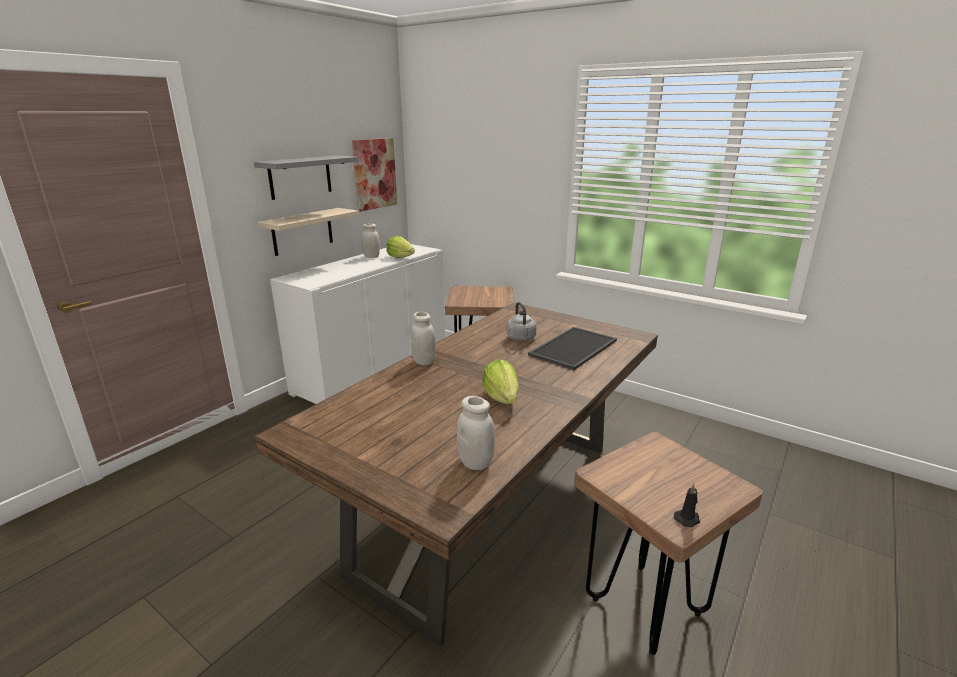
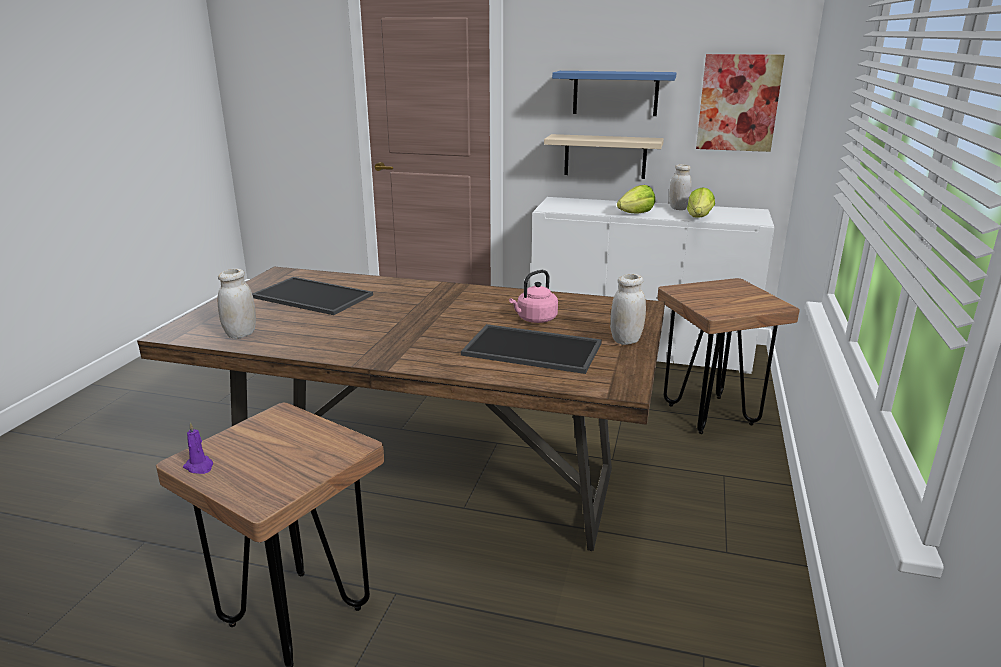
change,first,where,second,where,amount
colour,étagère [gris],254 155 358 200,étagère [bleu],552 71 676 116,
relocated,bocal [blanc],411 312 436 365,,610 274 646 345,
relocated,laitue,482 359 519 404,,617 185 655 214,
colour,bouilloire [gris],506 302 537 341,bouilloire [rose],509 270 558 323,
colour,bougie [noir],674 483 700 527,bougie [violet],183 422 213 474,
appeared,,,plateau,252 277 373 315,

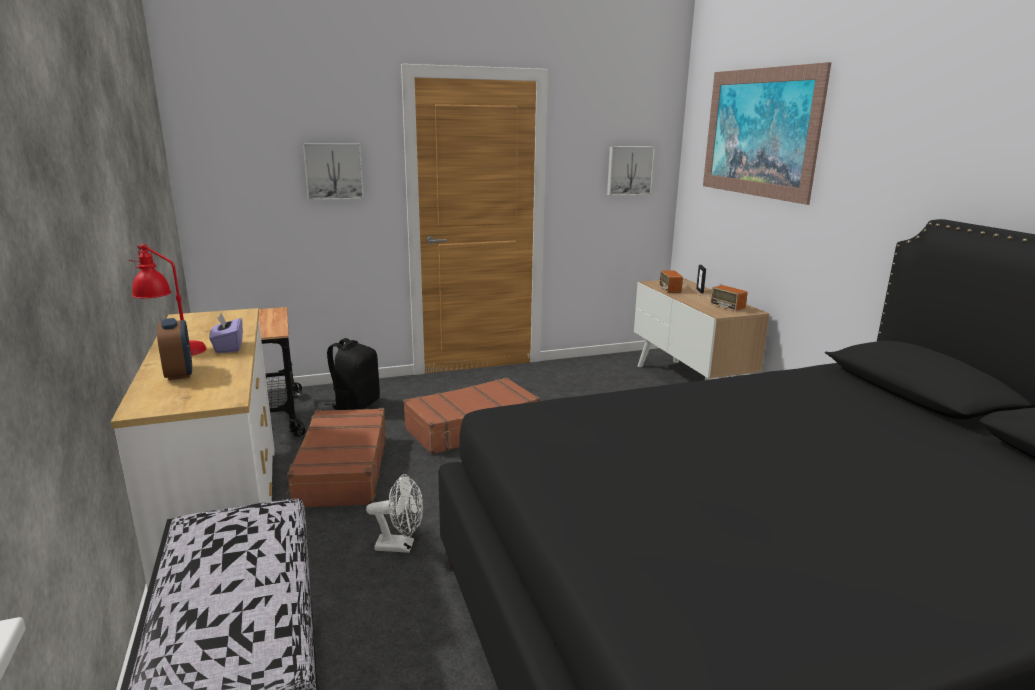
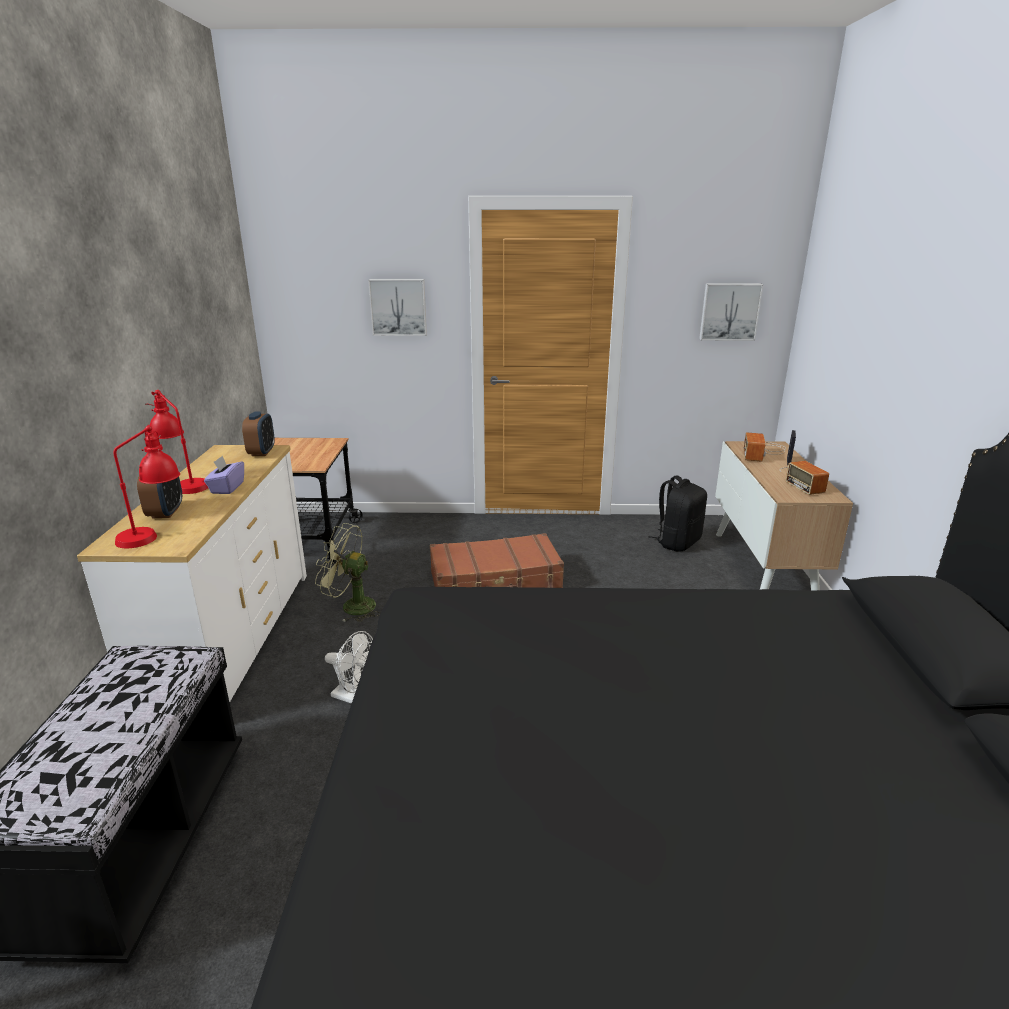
change,first,where,second,where,amount
exchanged,valise [marron],286 408 386 507,ventilateur [vert],315 523 380 622,
relocated,sac à dos [noir],325 338 380 410,,648 475 707 552,
missing,tableau,703 62 831 205,,,
appeared,,,lampe de table [rouge],113 425 180 548,
appeared,,,réveil,242 412 275 456,

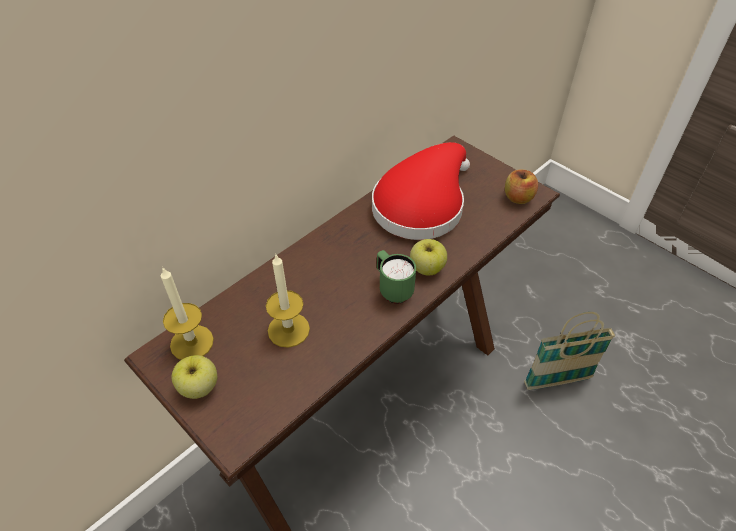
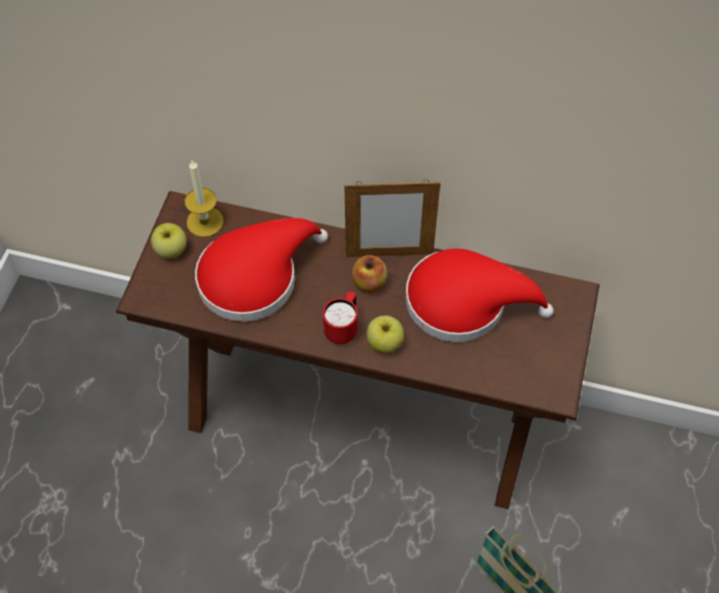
change,first,where,second,where,amount
exchanged,bougie,266 253 310 348,chapeau [rouge],195 218 328 322,
colour,mug [vert],377 250 416 304,mug [rouge],323 291 358 344,
relocated,pomme,505 169 538 204,,352 255 387 293,
appeared,,,cadre photo,344 179 441 257,

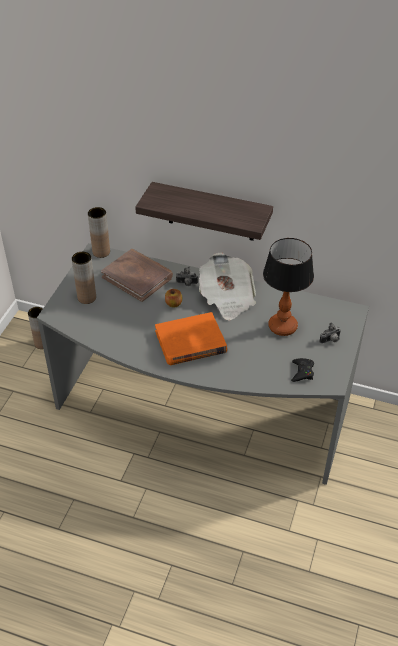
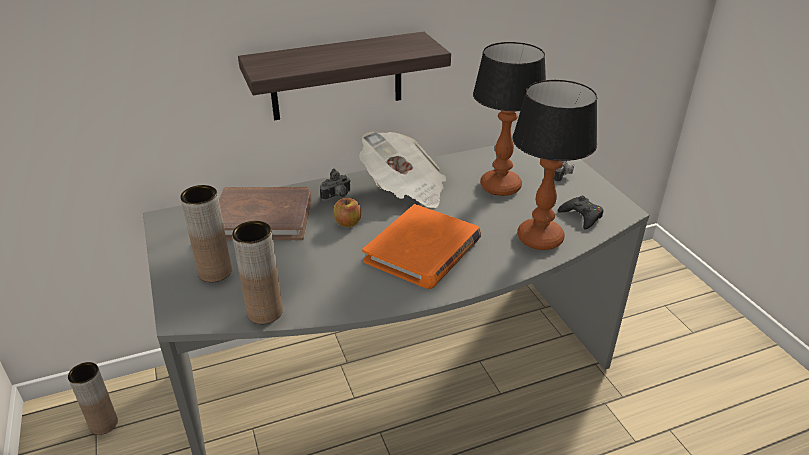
change,first,where,second,where,amount
relocated,vase [marron],88 207 110 258,,232 221 283 324,
appeared,,,lampe de table,513 80 597 250,

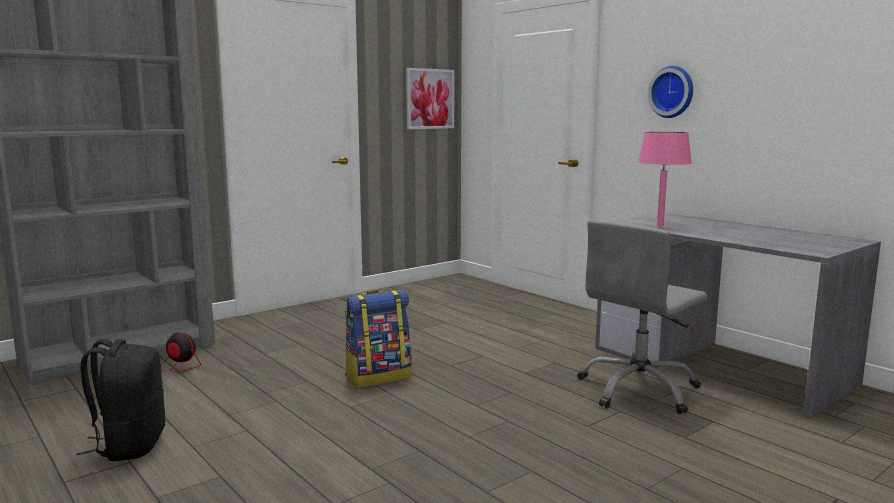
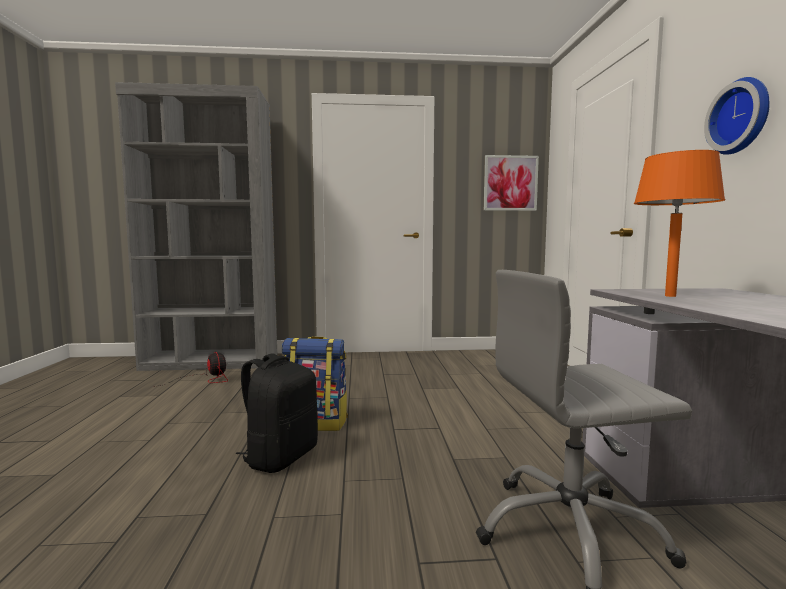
change,first,where,second,where,amount
relocated,sac à dos [noir],76 339 165 461,,236 353 318 473,
colour,lampe de table [rose],638 132 692 226,lampe de table [orange],634 150 725 297,

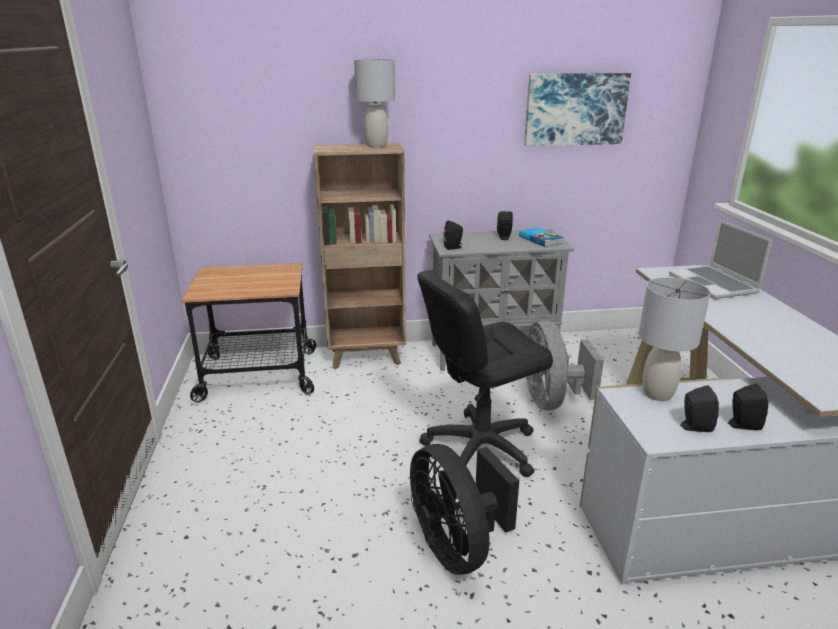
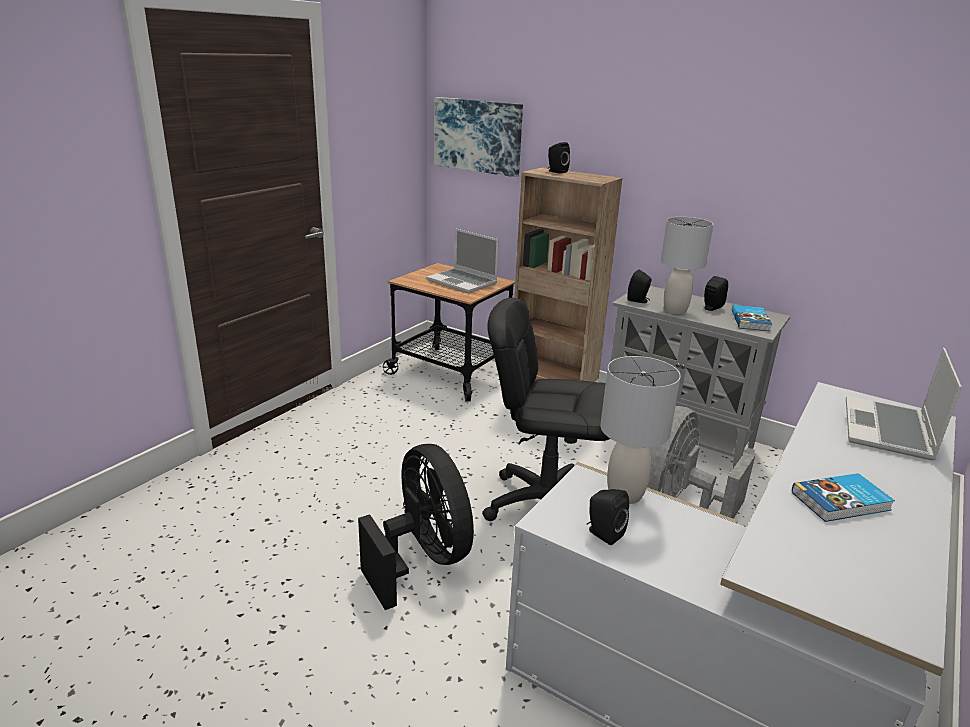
change,first,where,second,where,amount
relocated,lampe de table [gris],354 59 395 147,,661 217 713 314,
spun,ventilateur [noir],410 444 519 575,,358 444 474 610,135 degrees clockwise
relocated,tableau,524 73 631 146,,434 97 523 177,
relocated,enceinte [noir],728 384 768 430,,548 142 570 174,
appeared,,,ordinateur portable,427 228 499 293,
appeared,,,livre,792 473 895 522,

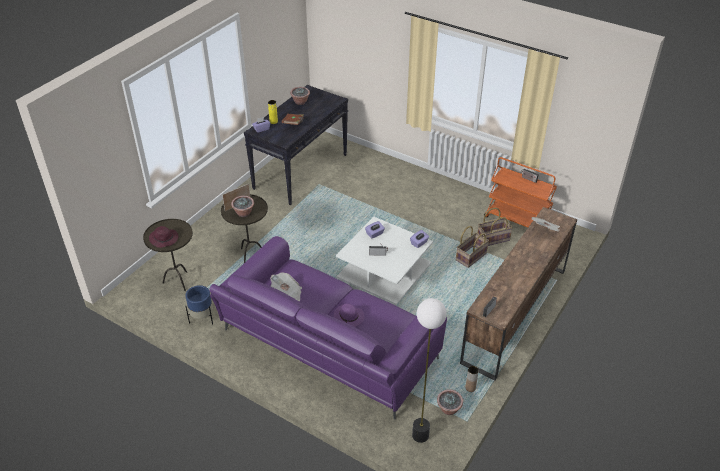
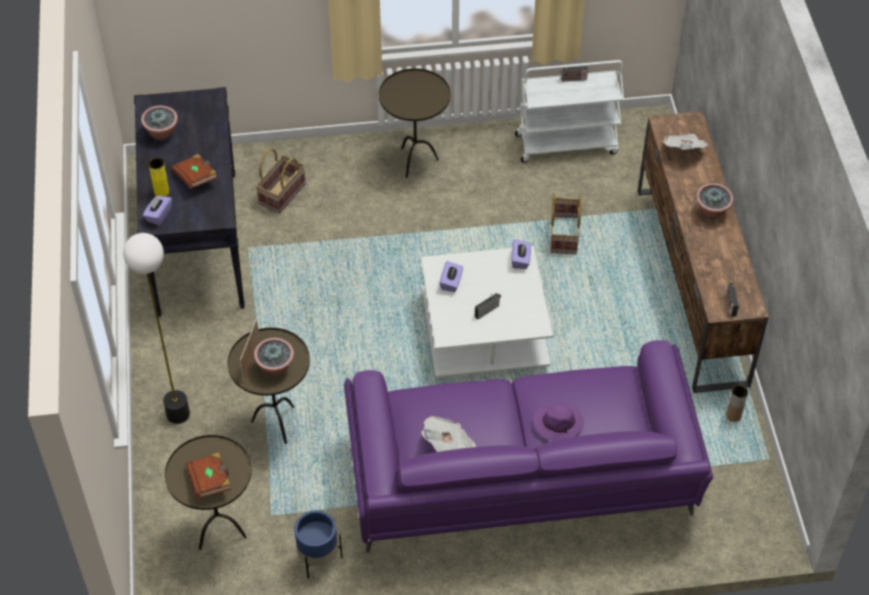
change,first,where,second,where,amount
exchanged,chapeau [violet],149 226 178 248,livre [marron],186 452 231 499,
relocated,lampadaire,412 298 447 443,,123 233 190 424,
relocated,plante en pot,437 389 463 415,,696 183 734 219,
relocated,panier,478 208 513 246,,255 148 306 214,
colour,chariot [orange],484 157 557 227,chariot [blanc],515 60 624 163,
appeared,,,table d'appoint [marron],379 68 451 178,

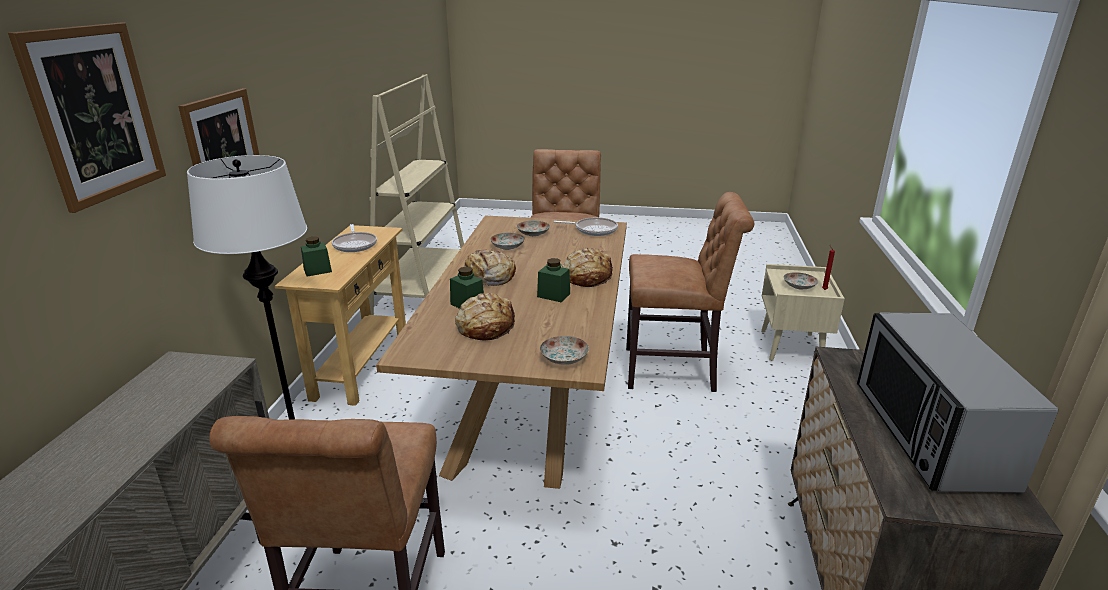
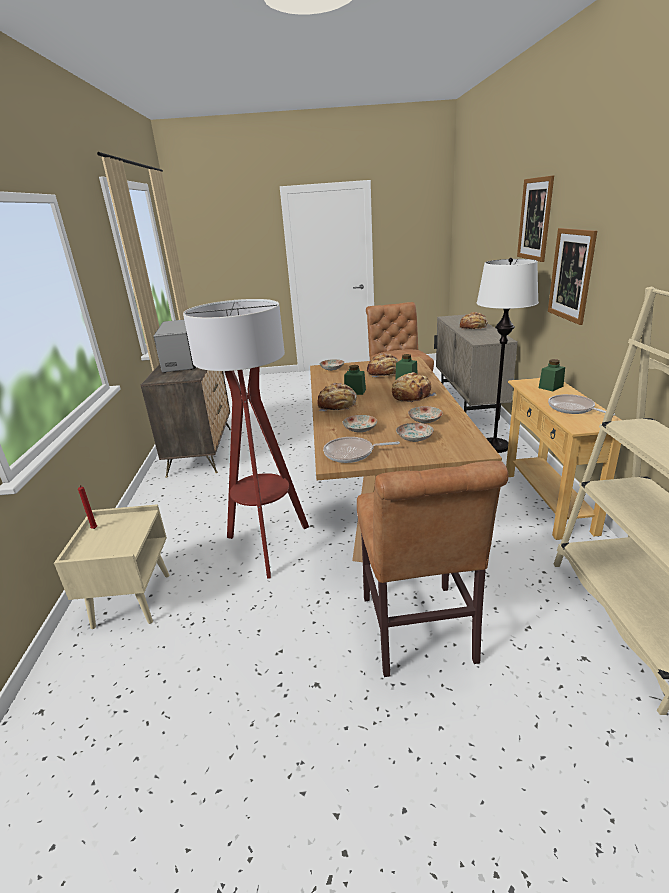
change,first,where,second,where,amount
exchanged,chaise [marron],626 192 754 392,lampadaire,183 299 309 579,
relocated,assiette,784 272 818 290,,342 415 377 433,
appeared,,,pain,460 312 488 329,

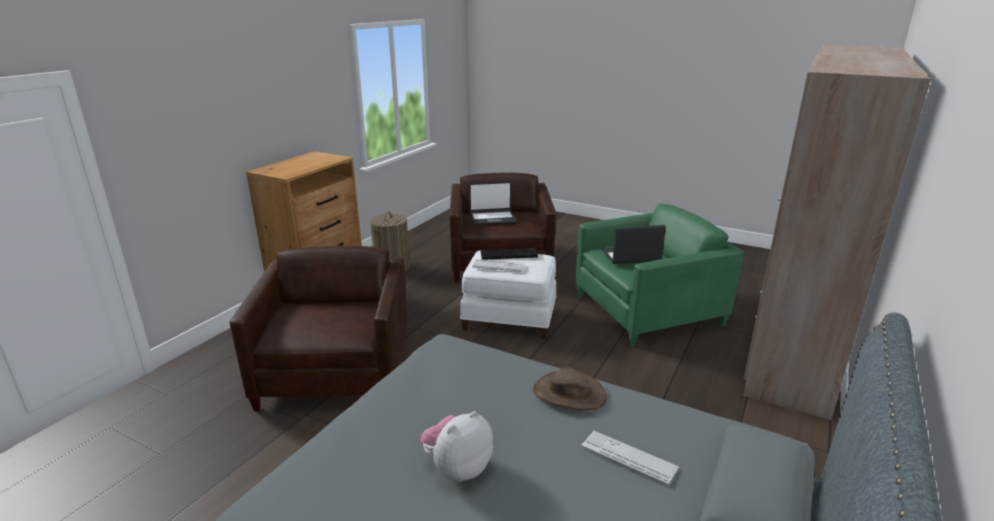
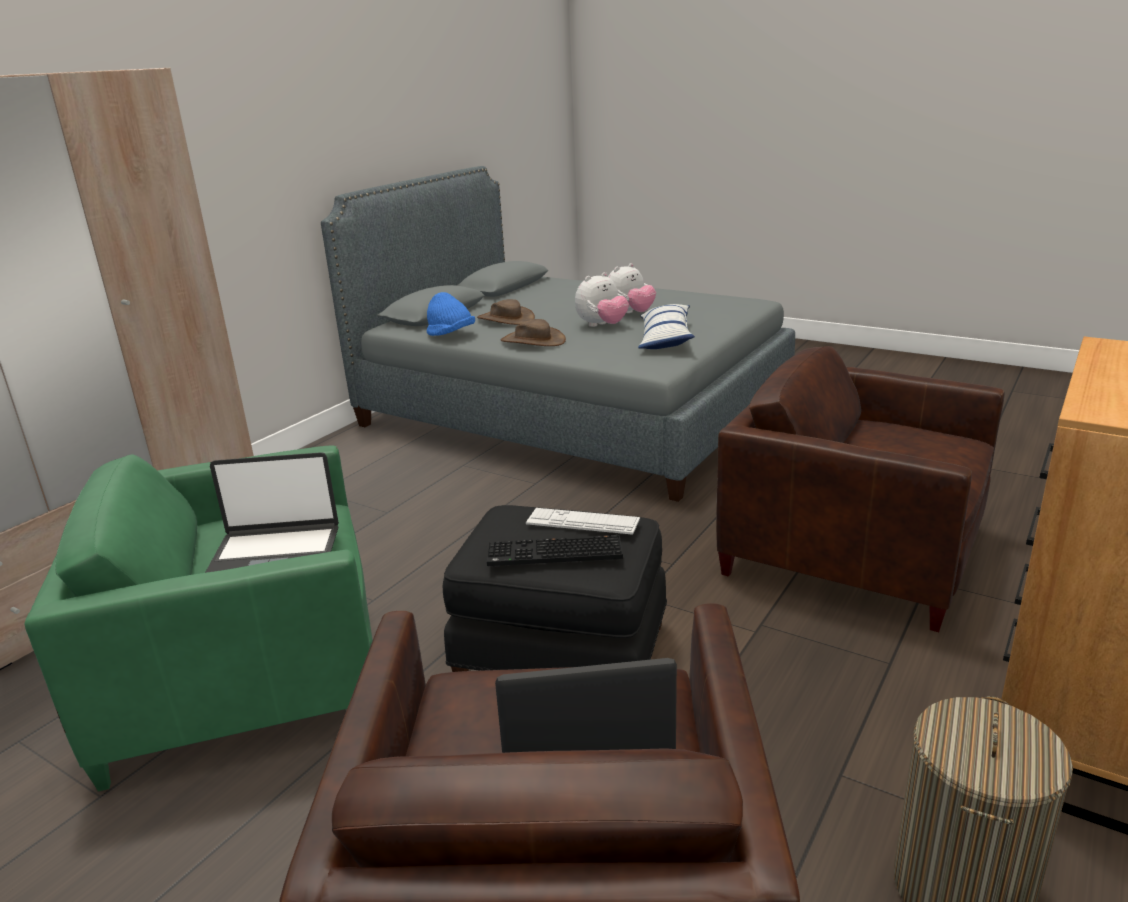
change,first,where,second,where,amount
spun,fauteuil [marron],230 246 407 411,,716 346 1005 632,120 degrees clockwise
colour,pouf [blanc],460 250 556 339,pouf [noir],443 505 667 672,
exchanged,clavier,581 431 679 485,chapeau [marron],477 299 535 325,
appeared,,,chapeau [bleu],427 292 475 336,
appeared,,,peluche,575 272 629 327,
appeared,,,coussin,638 304 695 349,

